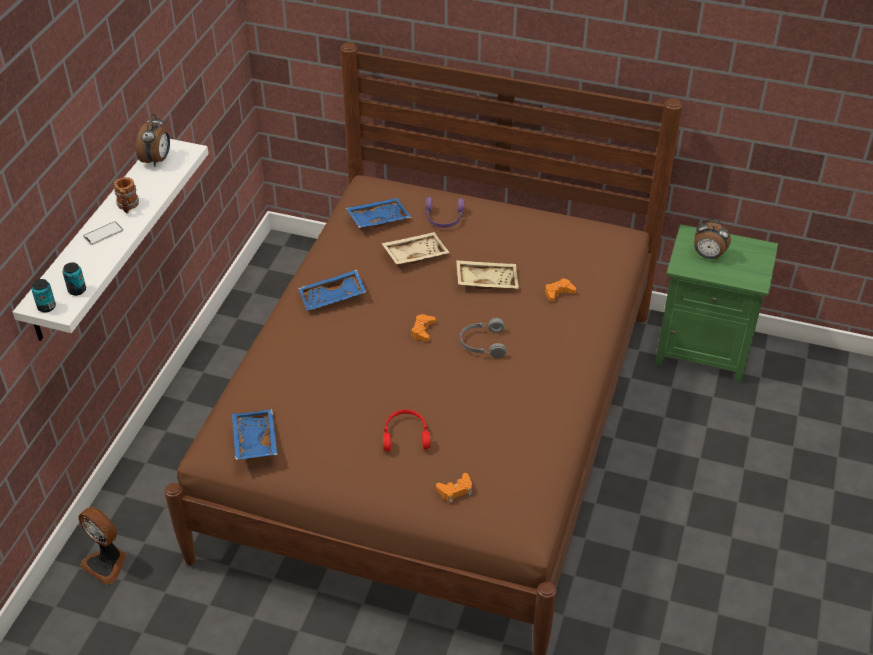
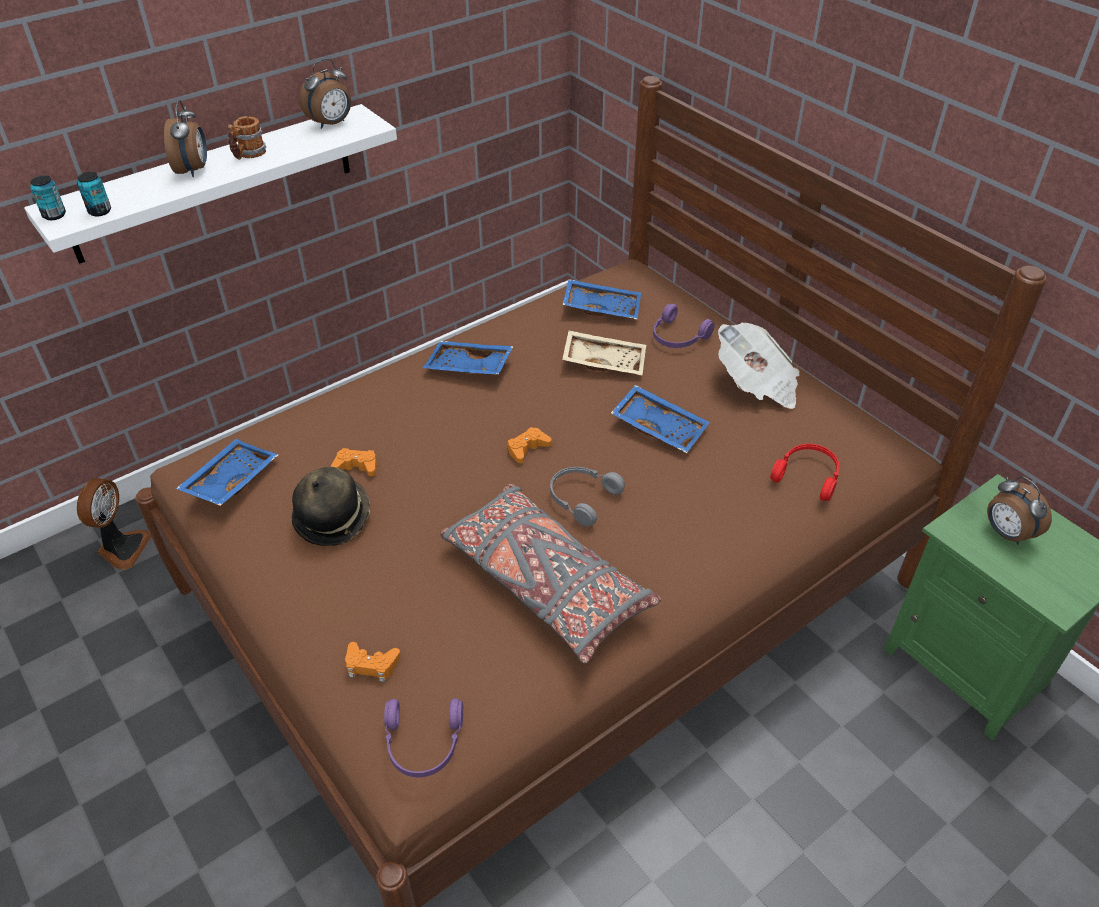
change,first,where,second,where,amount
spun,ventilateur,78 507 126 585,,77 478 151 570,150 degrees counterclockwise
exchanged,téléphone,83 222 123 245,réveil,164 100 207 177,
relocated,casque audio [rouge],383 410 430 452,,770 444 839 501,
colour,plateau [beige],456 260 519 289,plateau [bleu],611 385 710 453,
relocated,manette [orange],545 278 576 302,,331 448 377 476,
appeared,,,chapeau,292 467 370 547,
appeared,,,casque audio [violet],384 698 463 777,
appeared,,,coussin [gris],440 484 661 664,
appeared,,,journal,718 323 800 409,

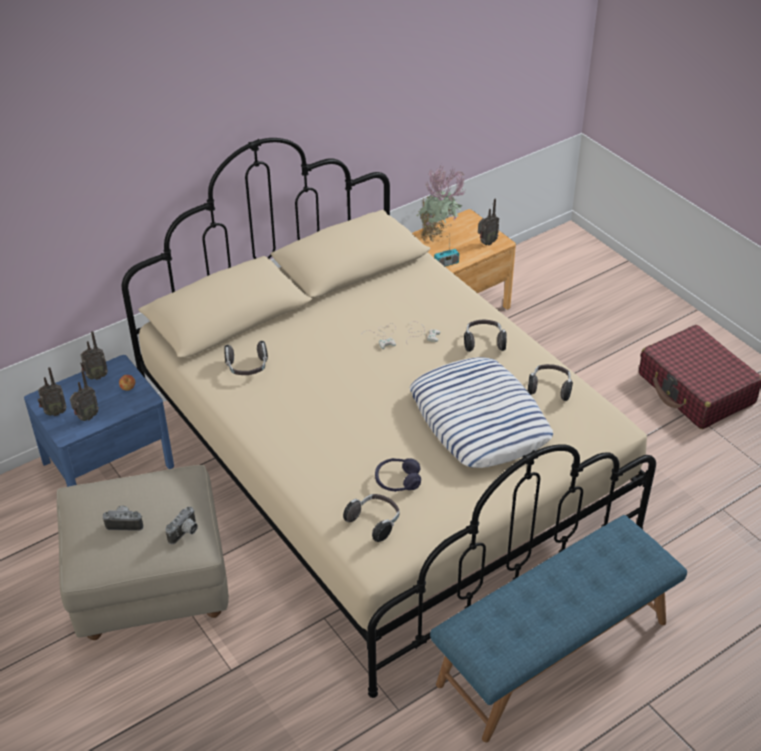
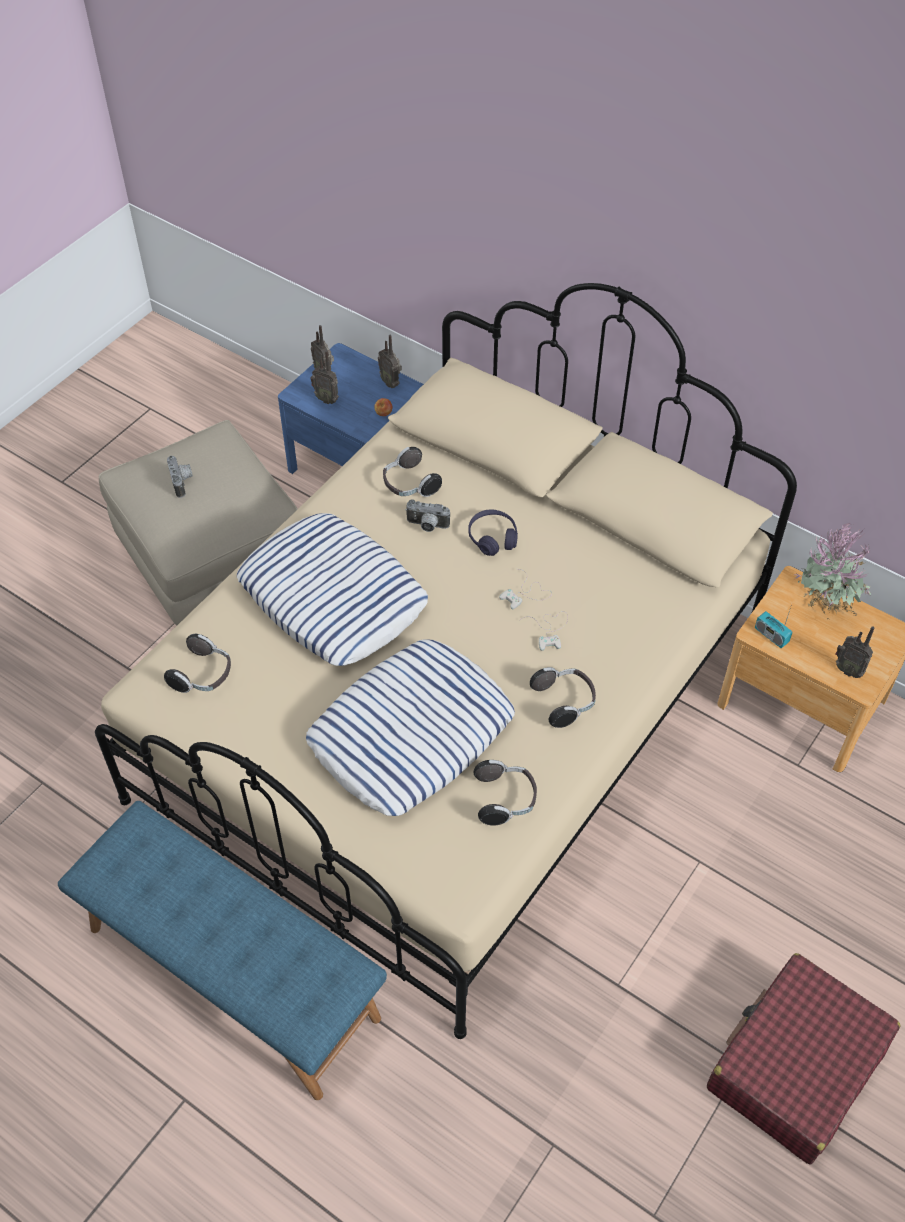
change,first,where,second,where,amount
relocated,appareil photo,165 507 198 544,,405 499 450 532,
relocated,casque audio [violet],375 458 421 492,,468 509 518 556,
appeared,,,coussin,237 513 428 666,

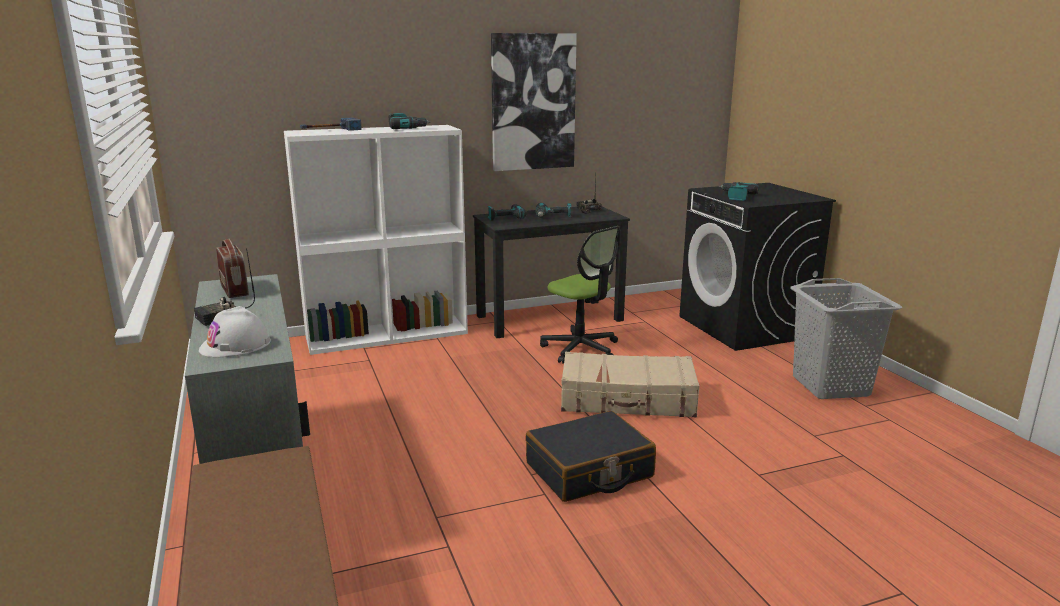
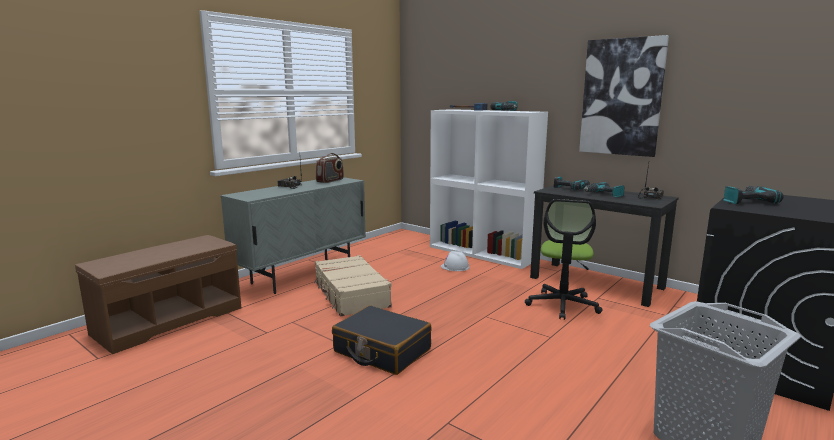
change,first,where,second,where,amount
relocated,casque de chantier [blanc],199 306 271 357,,441 251 469 271,
relocated,valise [beige],561 352 700 417,,314 255 392 317,

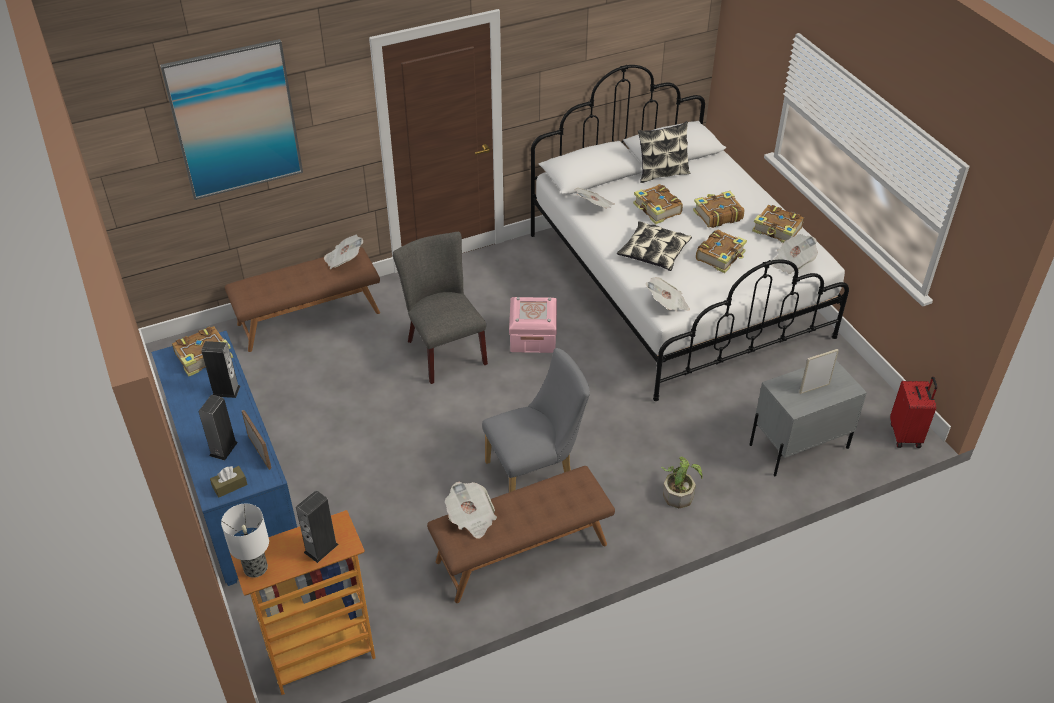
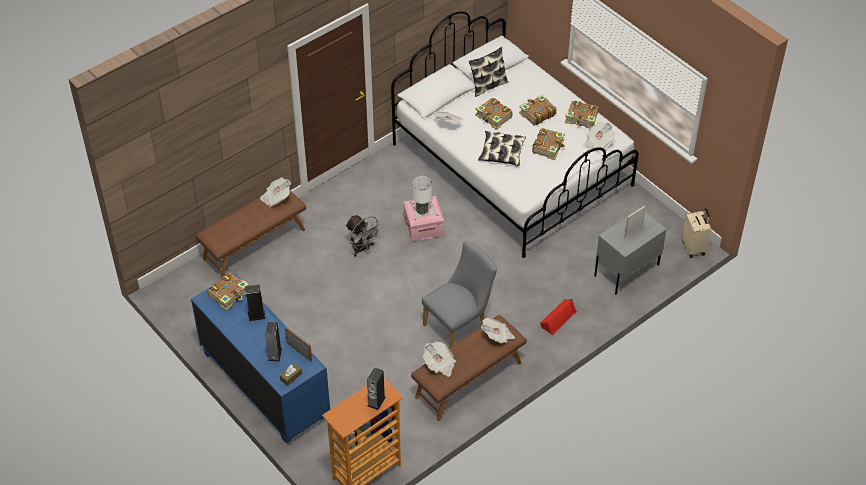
change,first,where,second,where,amount
missing,tableau,160 39 303 200,,,
relocated,lampe de table,221 504 269 578,,412 176 432 215,
exchanged,chaise [gris],393 232 488 384,ventilateur [gris],345 215 382 257,
relocated,journal,646 277 690 311,,481 318 515 344,
exchanged,plante en pot,661 457 703 508,enceinte [rouge],540 299 577 335,
colour,valise [rouge],890 377 937 448,valise [beige],681 208 711 258,

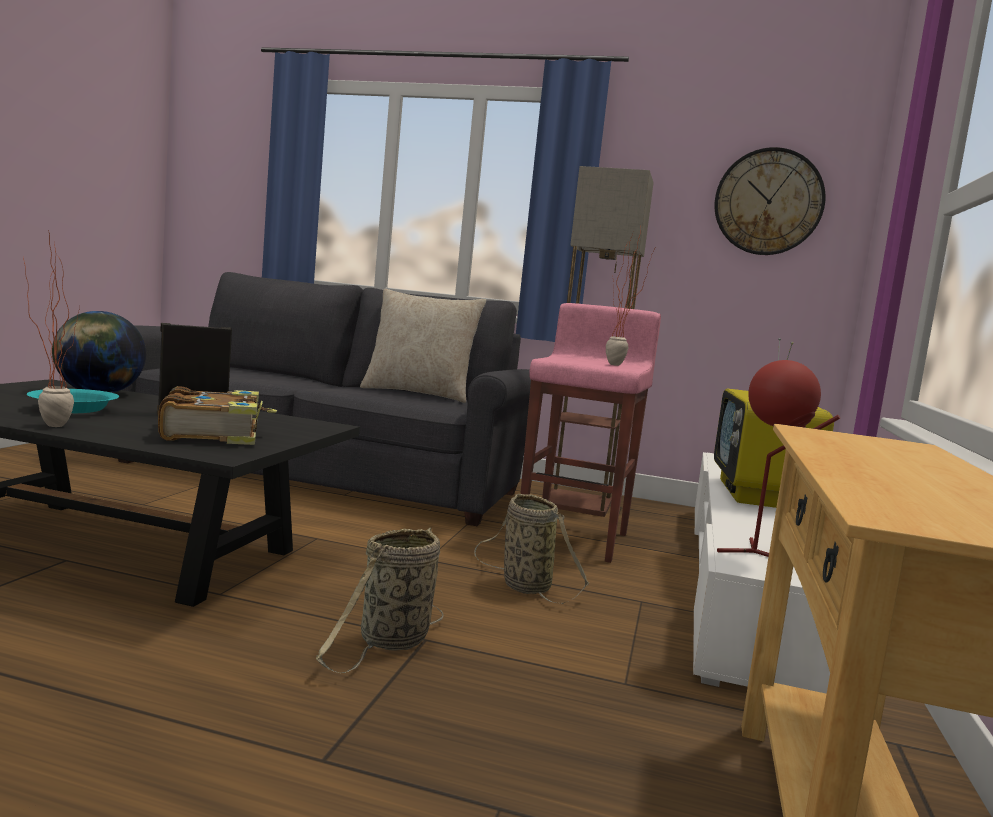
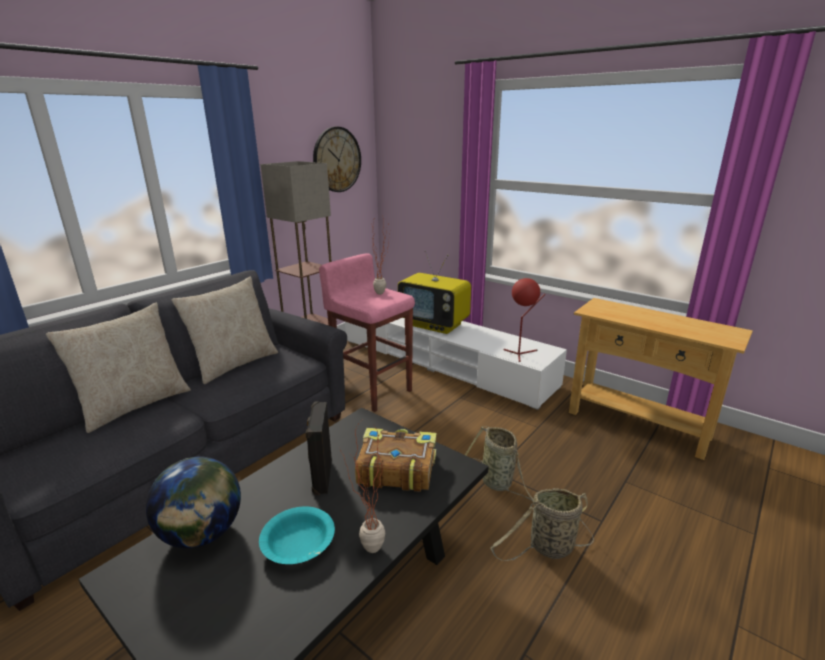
change,first,where,second,where,amount
relocated,panier,474 494 589 604,,490 488 594 561,
appeared,,,coussin [beige],46 303 191 433,

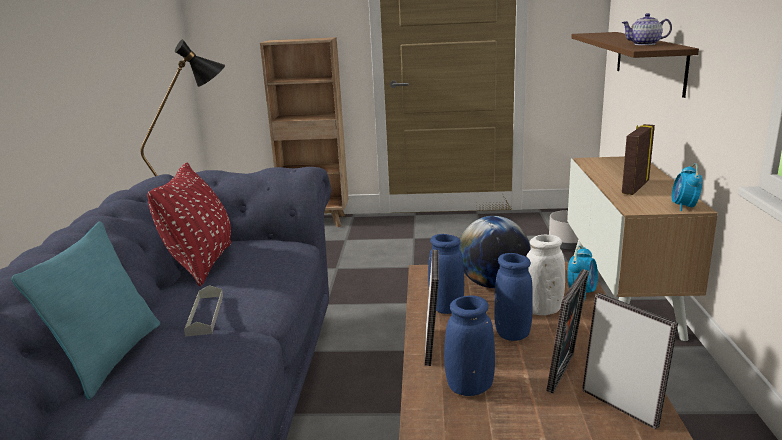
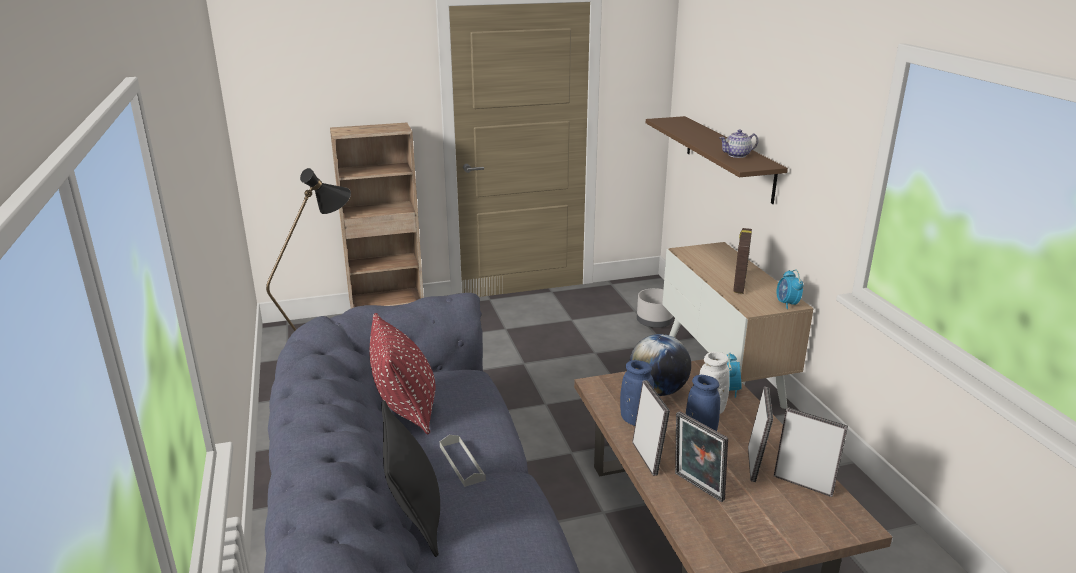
change,first,where,second,where,amount
colour,coussin [turquoise],11 221 160 400,coussin [noir],381 400 440 557,
exchanged,vase [bleu],444 296 495 396,cadre photo,675 411 728 502,

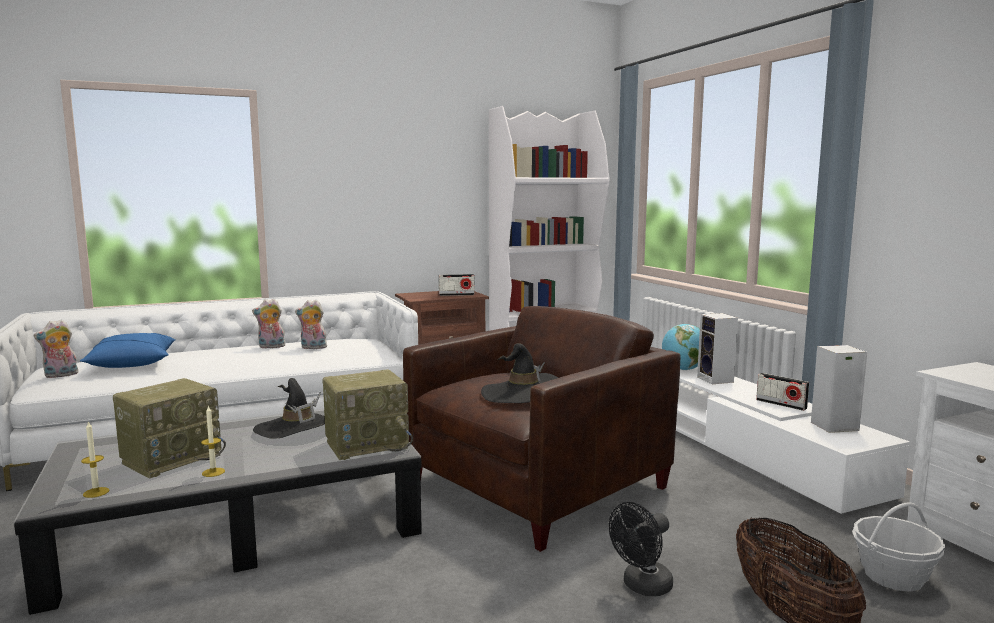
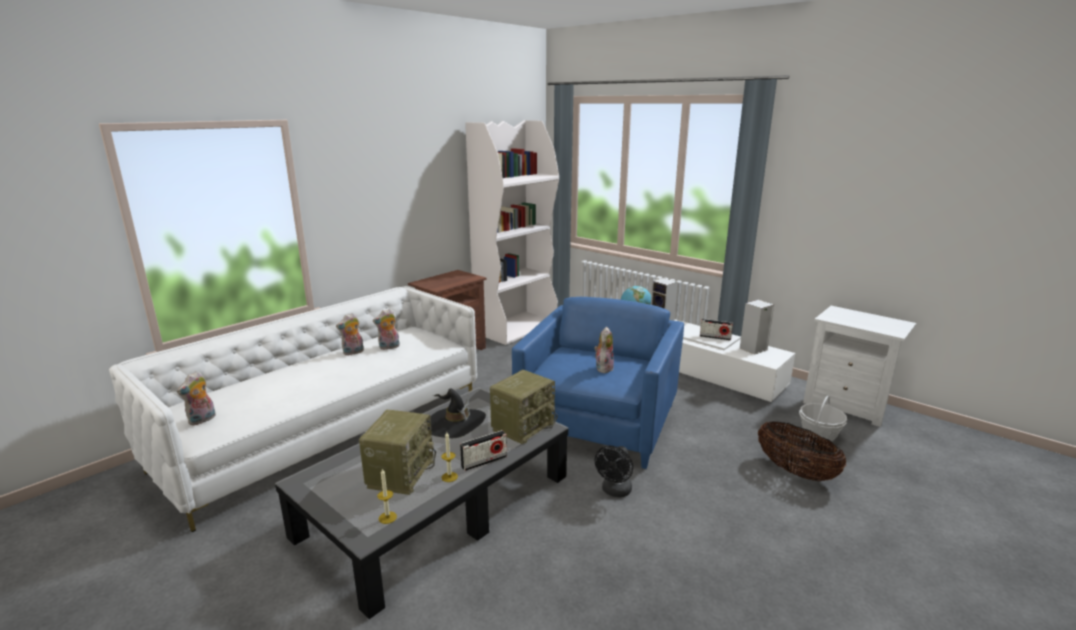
change,first,where,second,where,amount
missing,coussin [bleu],80 333 175 368,,,
colour,fauteuil [marron],403 306 680 552,fauteuil [bleu],512 297 684 469,
relocated,radio,438 274 475 296,,460 430 507 471,
exchanged,chapeau [noir],481 343 558 403,peluche,594 327 614 373,
relocated,ventilateur [noir],609 502 673 596,,595 446 633 498,

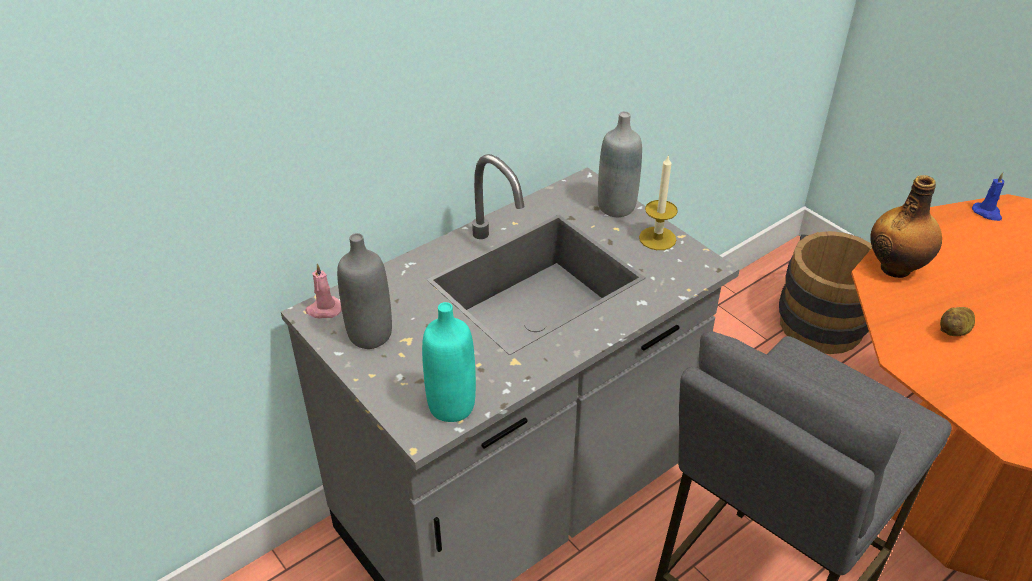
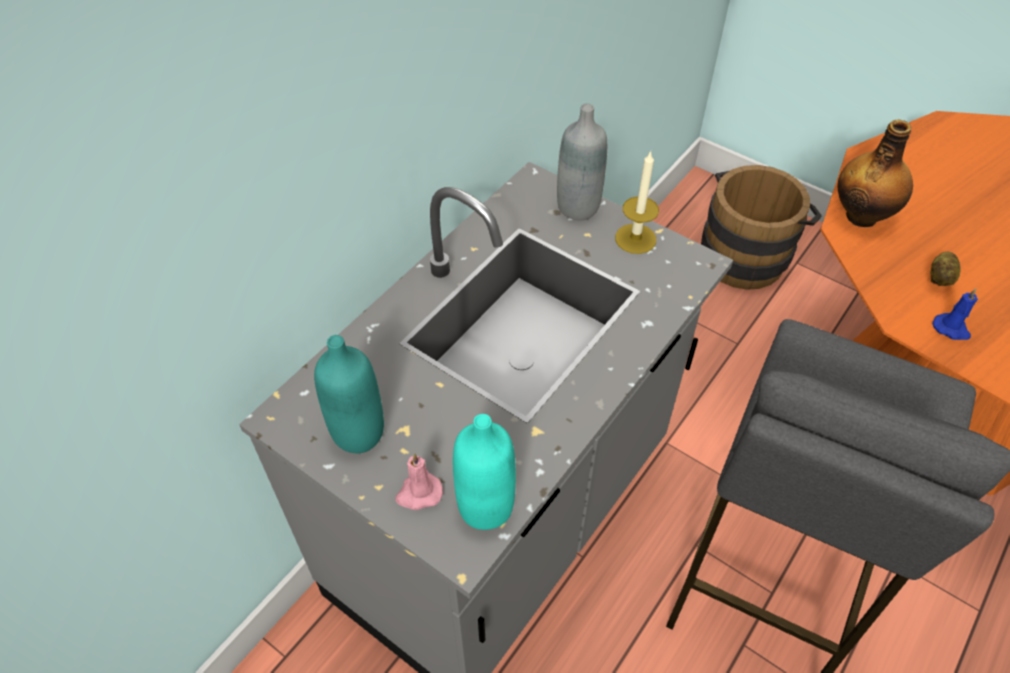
change,first,where,second,where,amount
relocated,bougie [rose],305 264 342 318,,395 453 443 510,
colour,bouteille [gris],337 233 392 349,bouteille [turquoise],314 335 384 453,
relocated,bougie [bleu],972 172 1005 221,,933 288 978 340,

